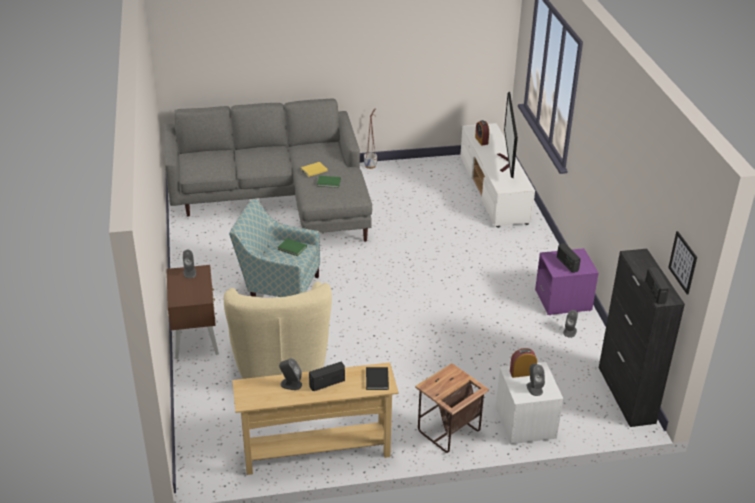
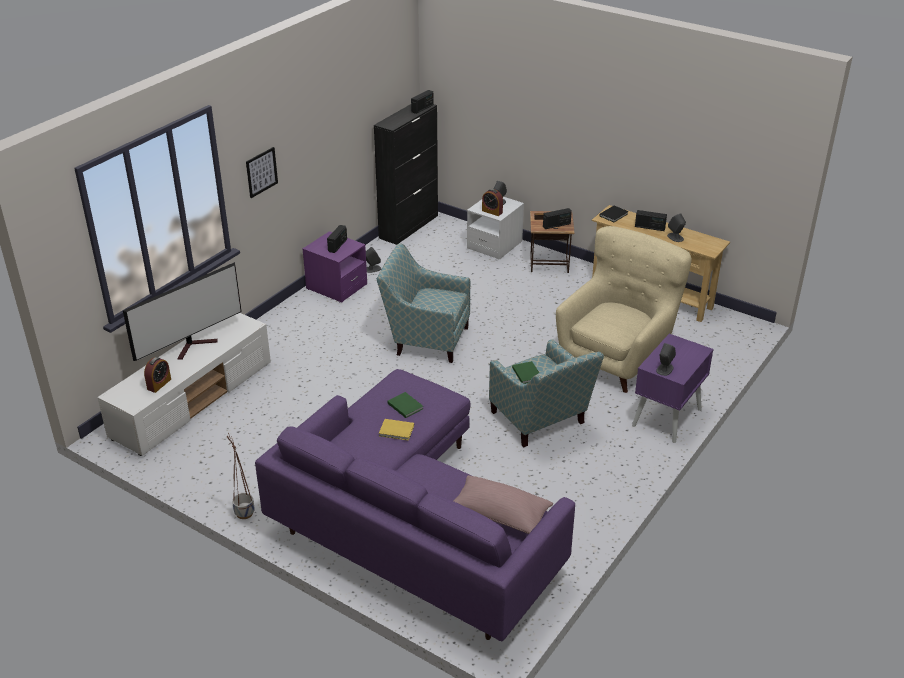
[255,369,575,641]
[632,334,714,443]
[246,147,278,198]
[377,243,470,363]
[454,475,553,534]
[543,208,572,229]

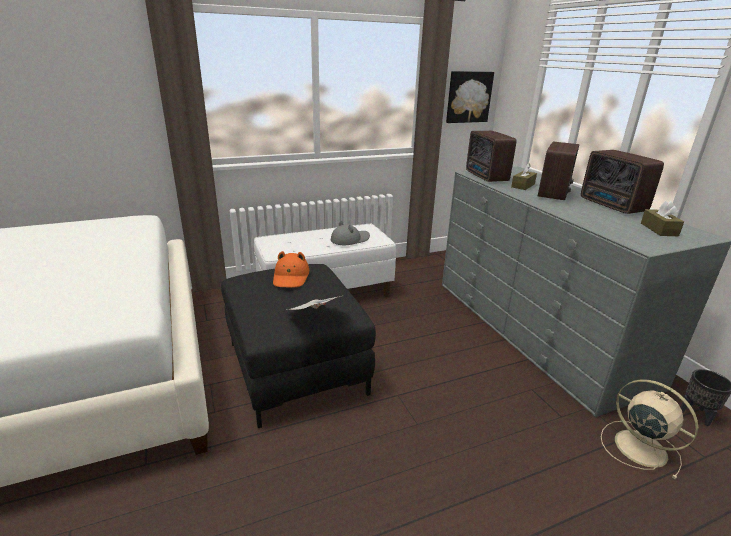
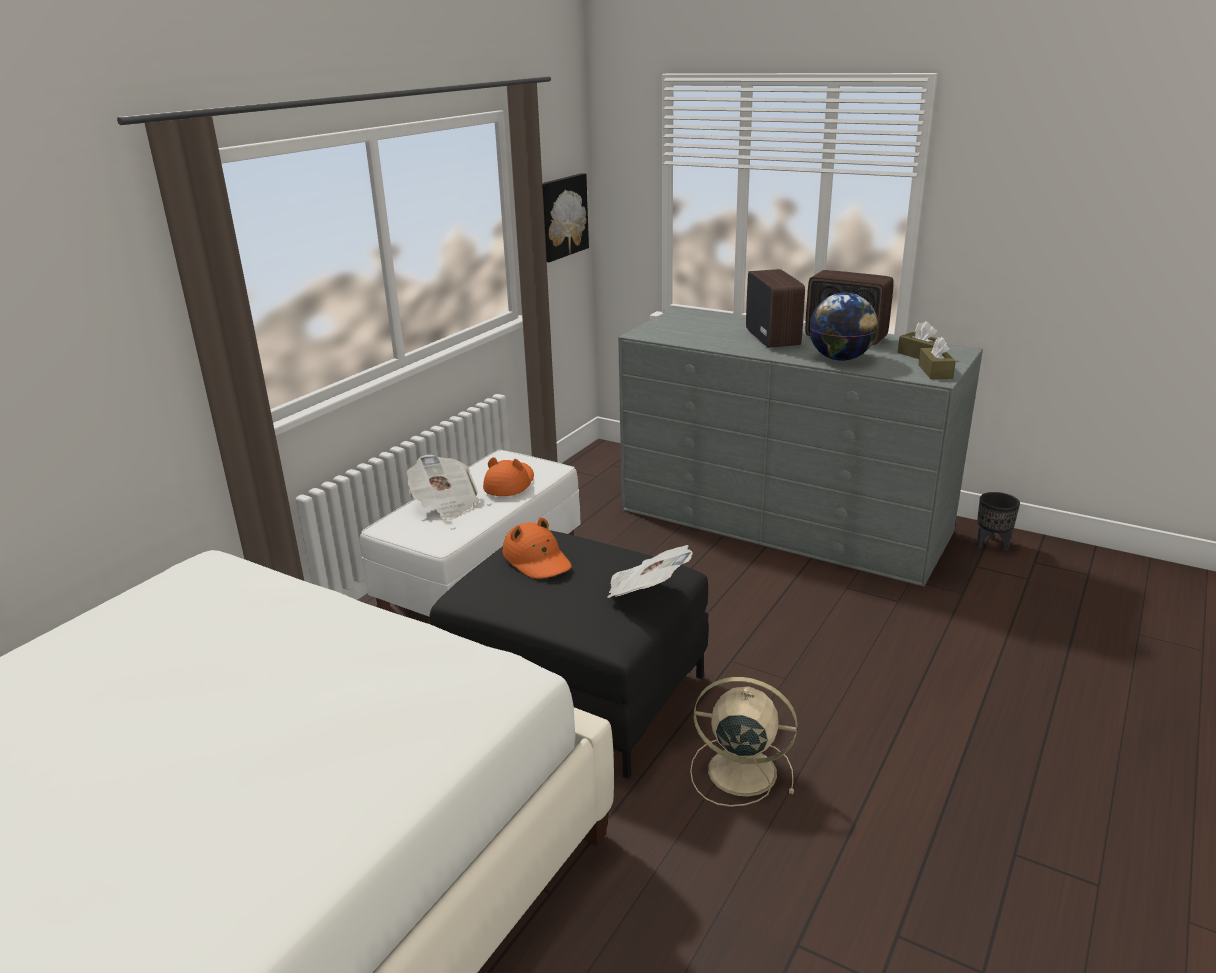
[483,457,534,496]
[466,131,516,182] (first image)
[918,337,956,379]
[690,677,798,807]
[407,454,480,520]
[809,293,878,361]

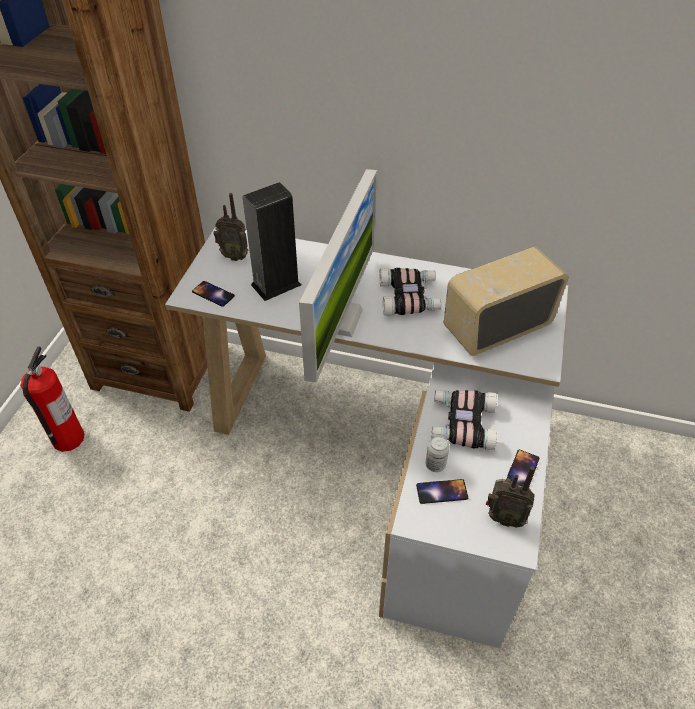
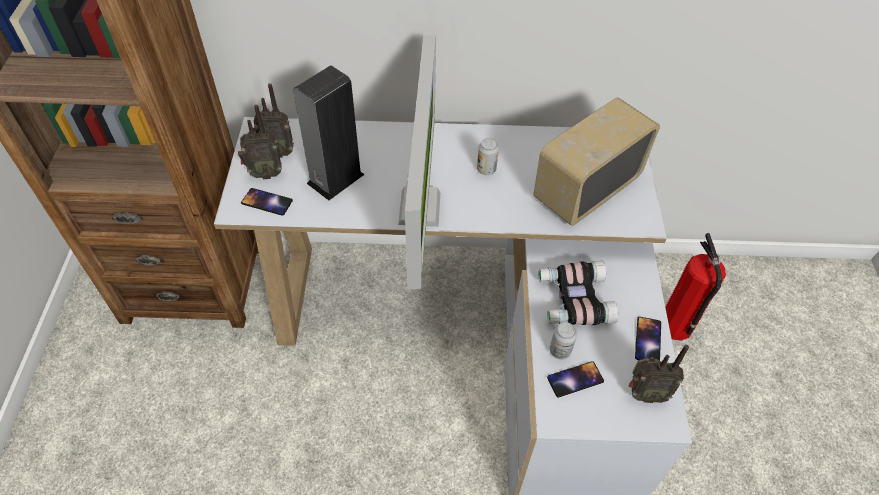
[665,233,726,341]
[477,138,499,175]
[238,105,282,179]

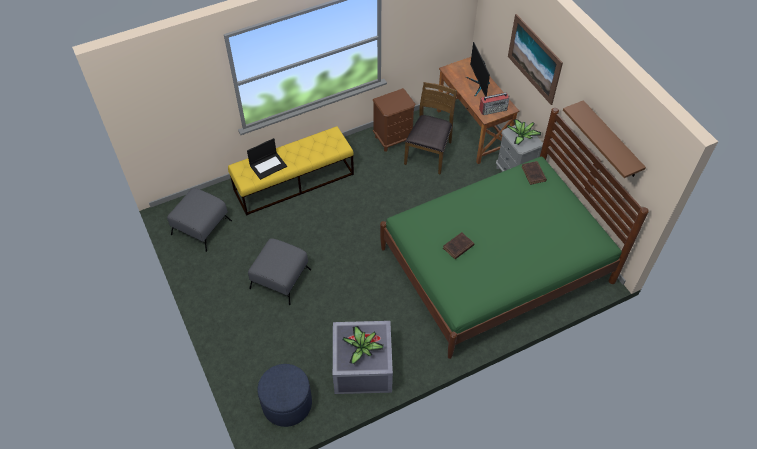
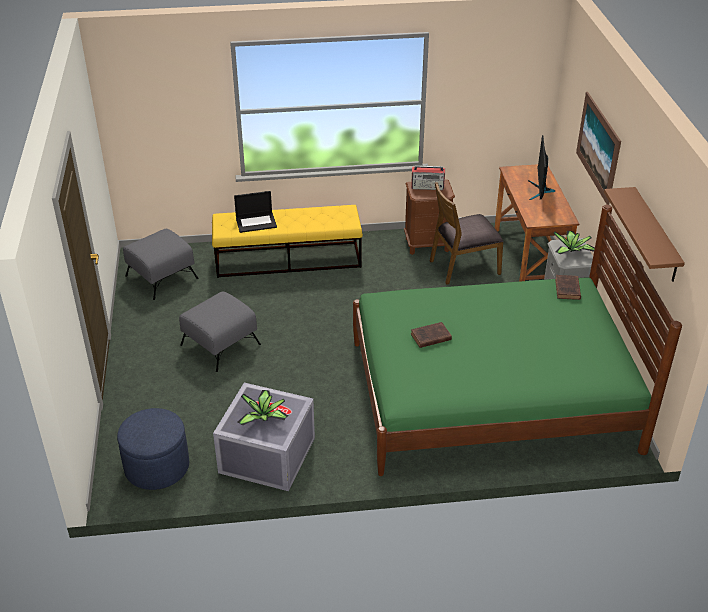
[430,182,504,285]
[411,165,445,190]

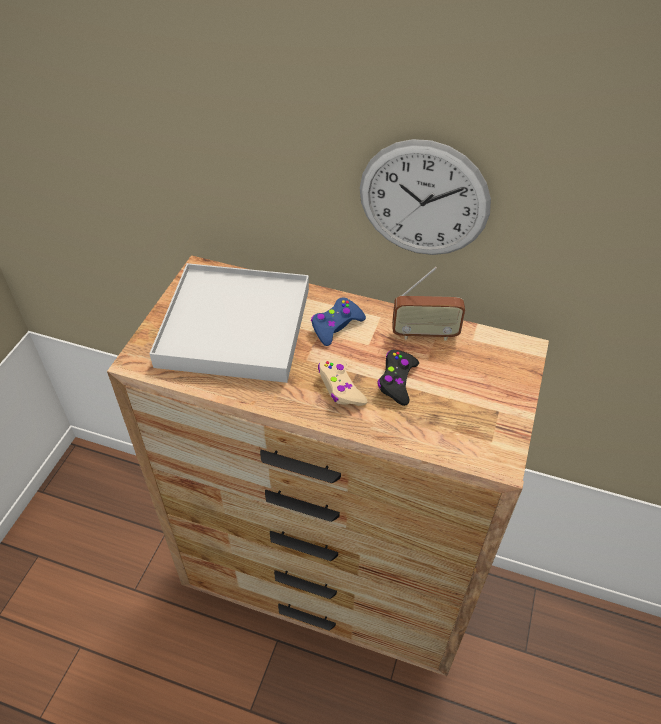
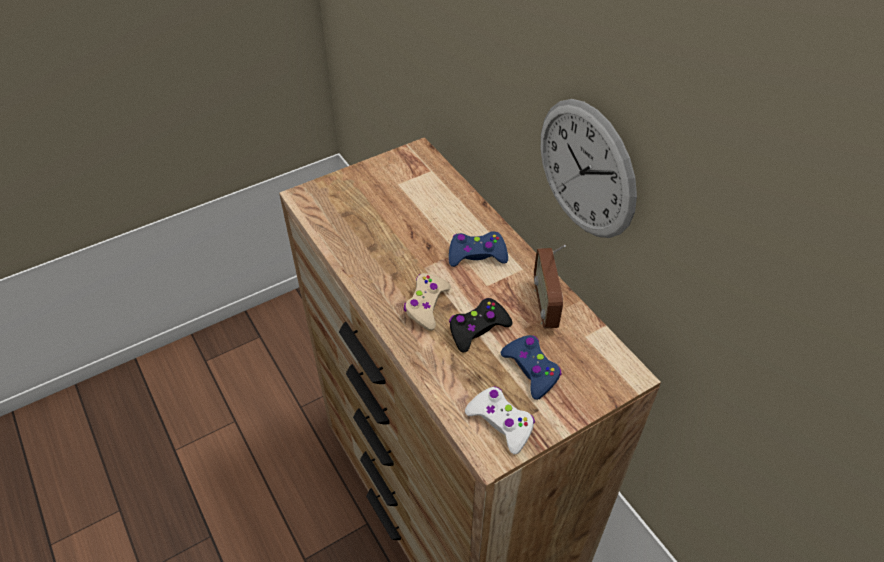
[149,263,309,383] (first image)
[534,245,566,329]
[465,387,535,454]
[501,335,562,400]

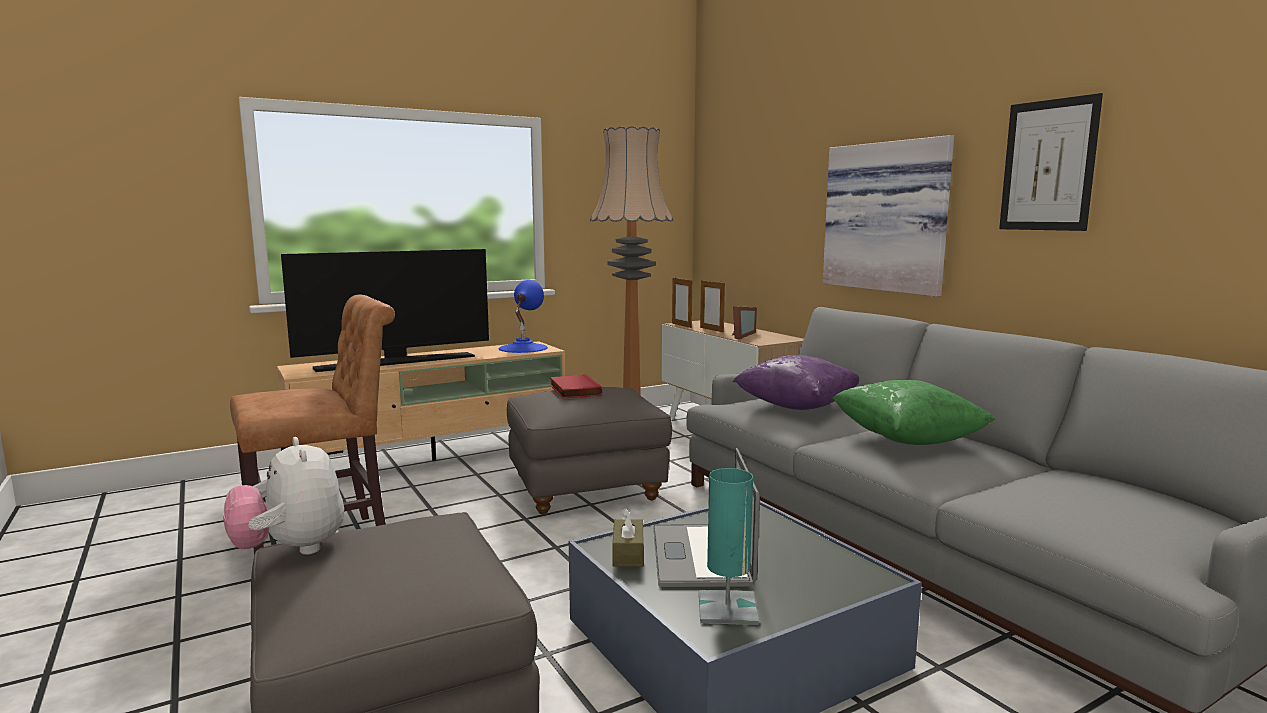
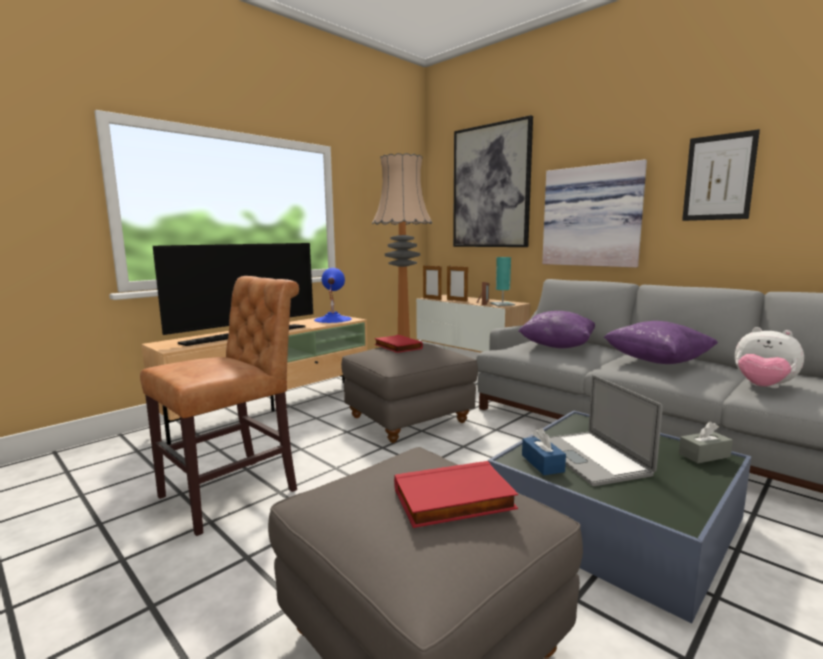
[735,327,804,388]
[522,428,566,475]
[490,257,515,306]
[603,321,718,364]
[394,461,518,528]
[453,115,533,247]
[679,422,733,463]

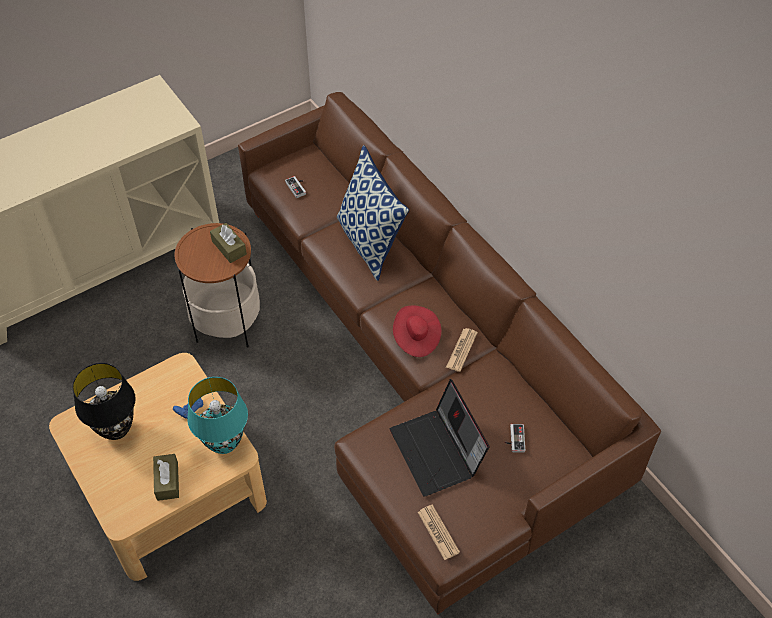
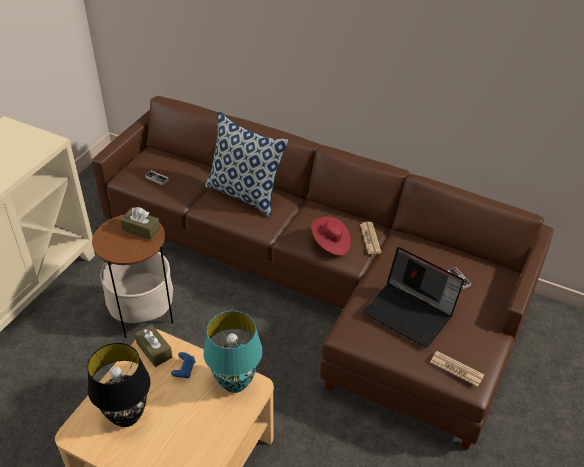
[135,325,172,367]

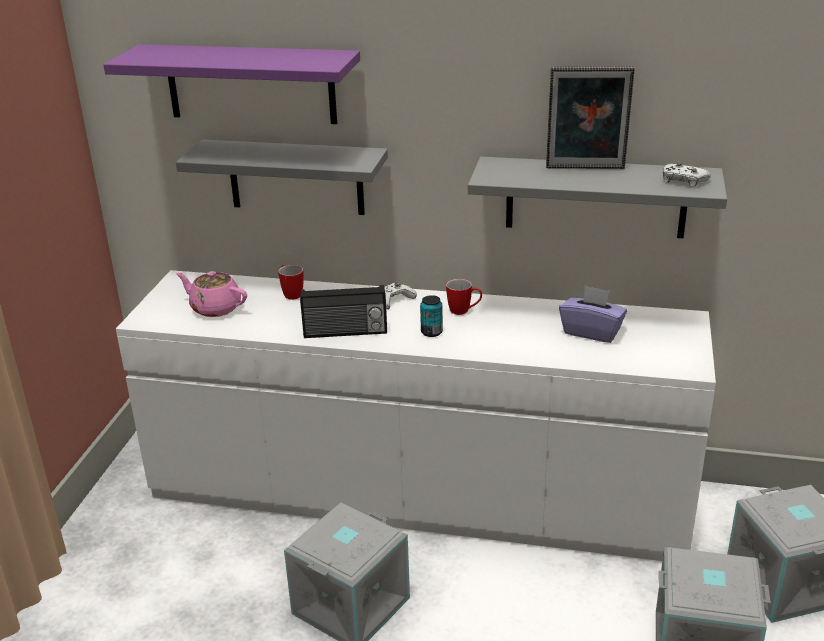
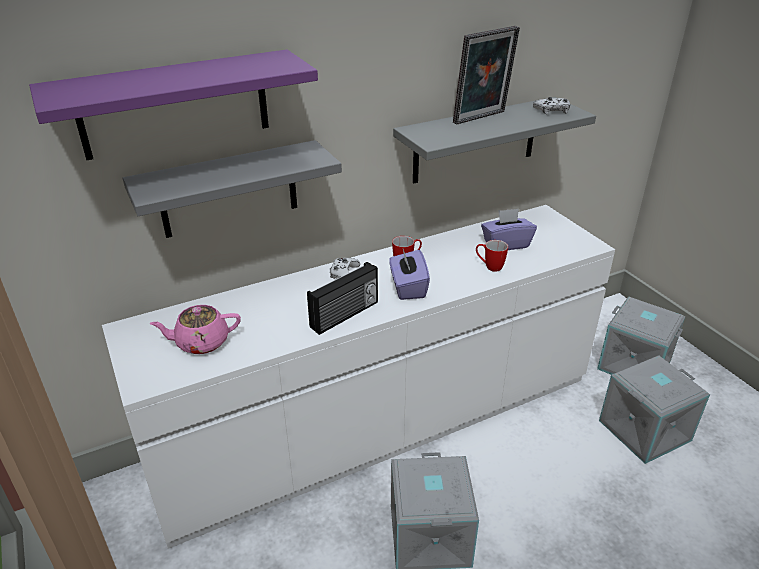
[476,240,508,272]
[389,249,430,300]

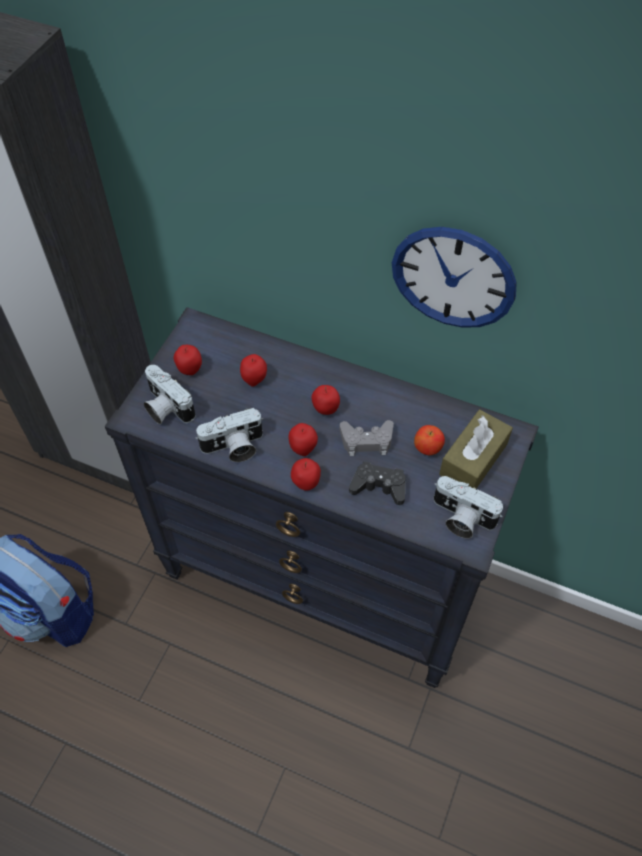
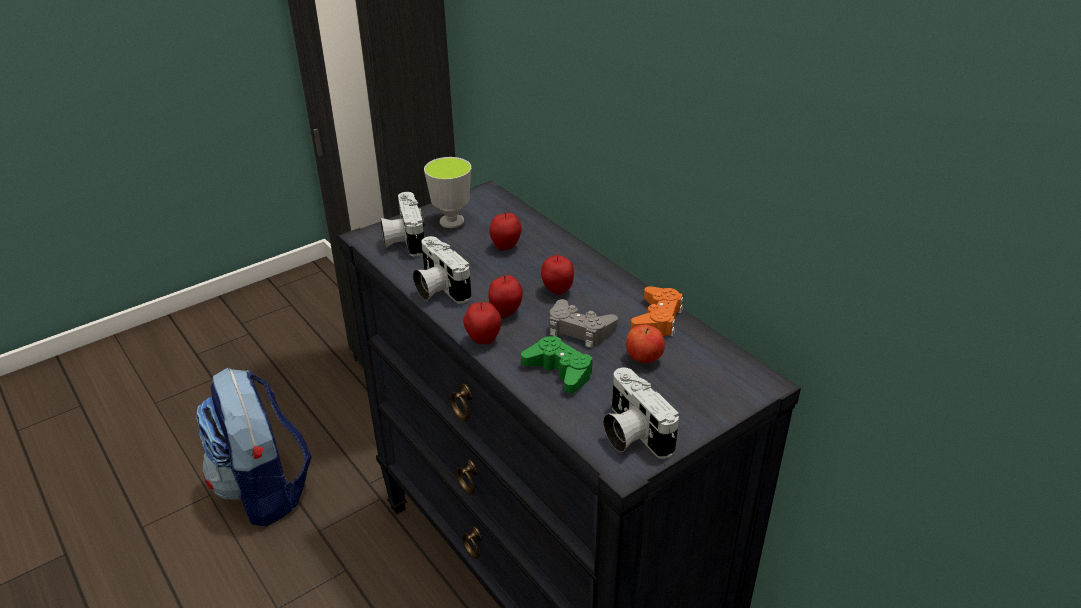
[424,157,471,228]
[413,236,472,303]
[521,336,593,393]
[392,227,517,328] (first image)
[439,410,513,489] (first image)
[631,286,683,337]

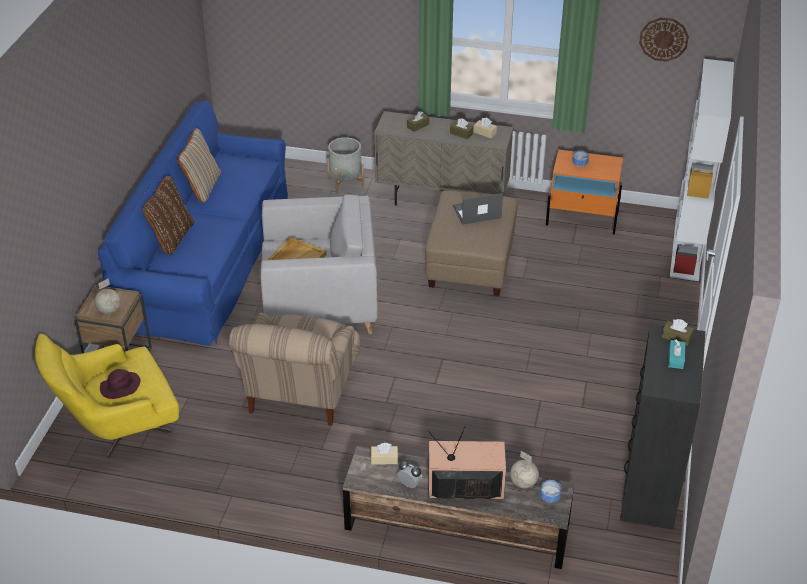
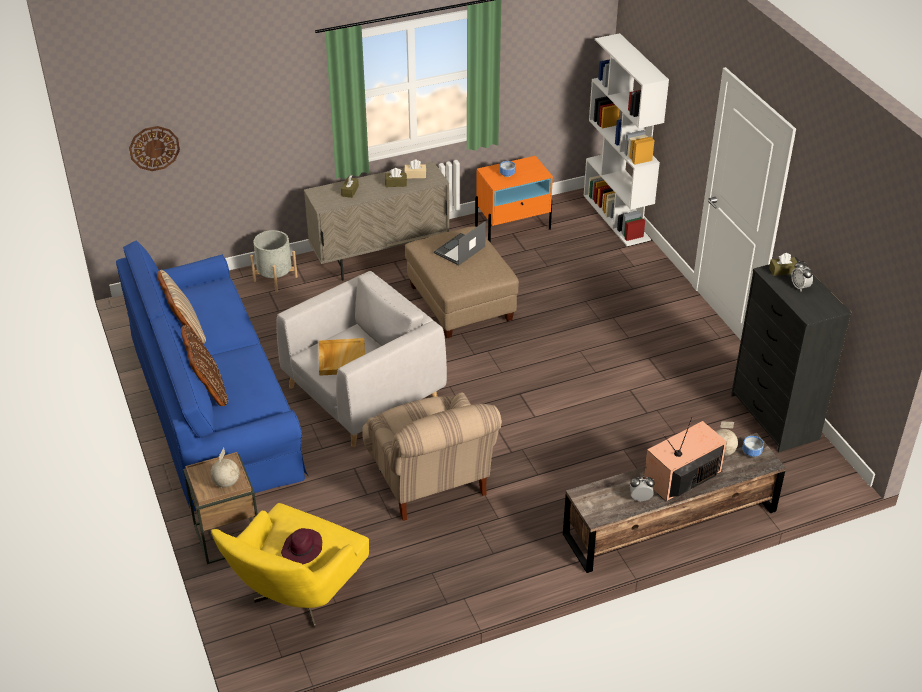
[371,443,398,465] (first image)
[129,126,180,171]
[791,261,813,291]

